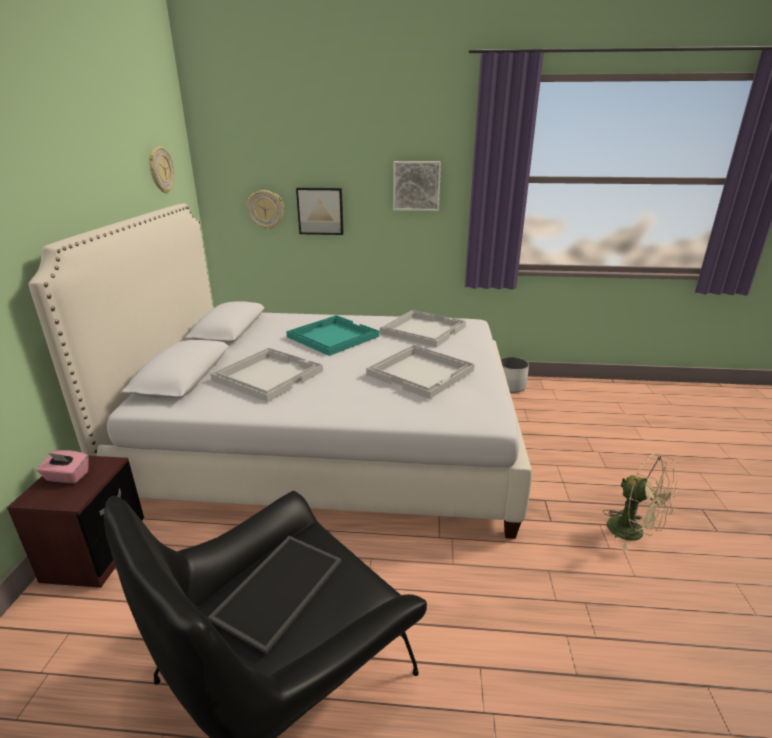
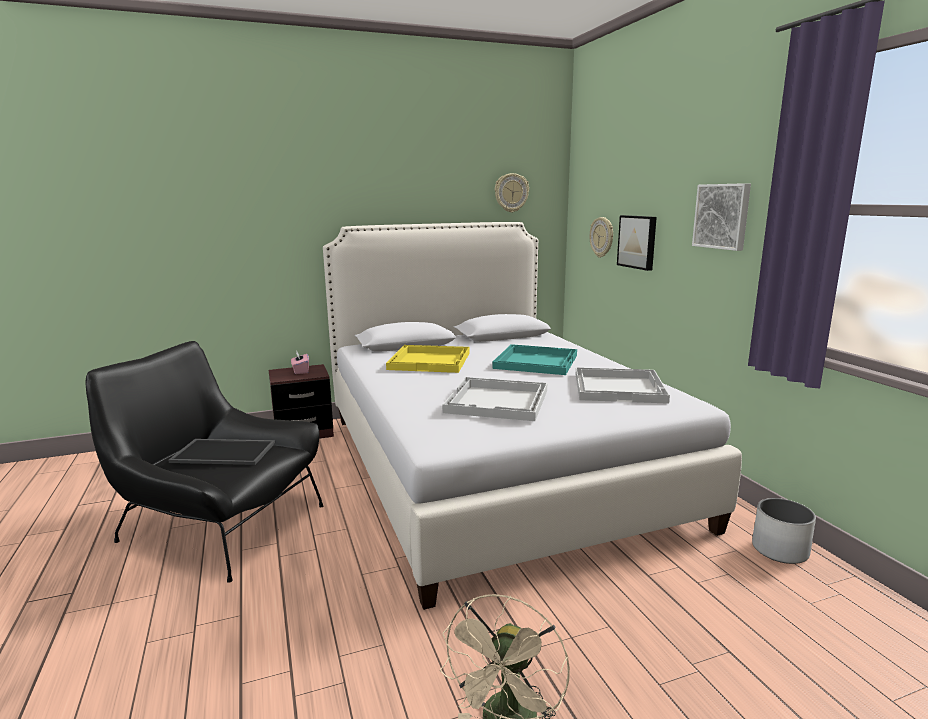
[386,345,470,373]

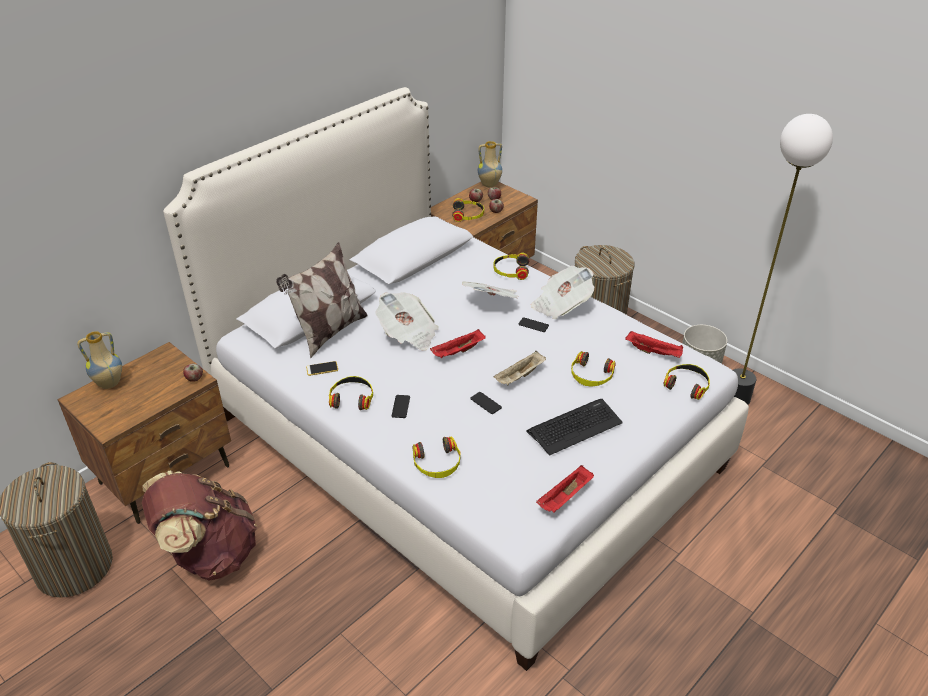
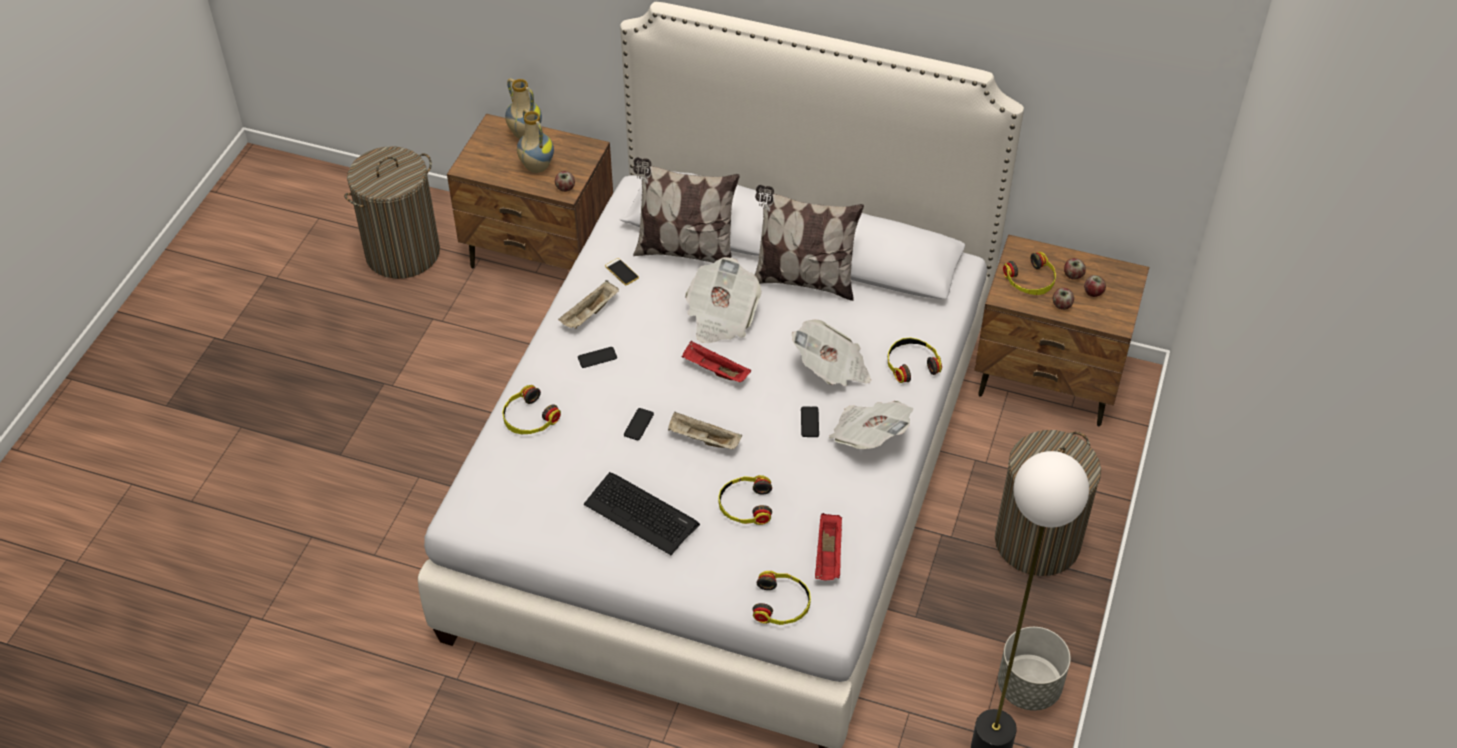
[142,471,257,581] (first image)
[558,280,619,329]
[517,109,554,173]
[536,465,594,513] (first image)
[755,185,864,301]

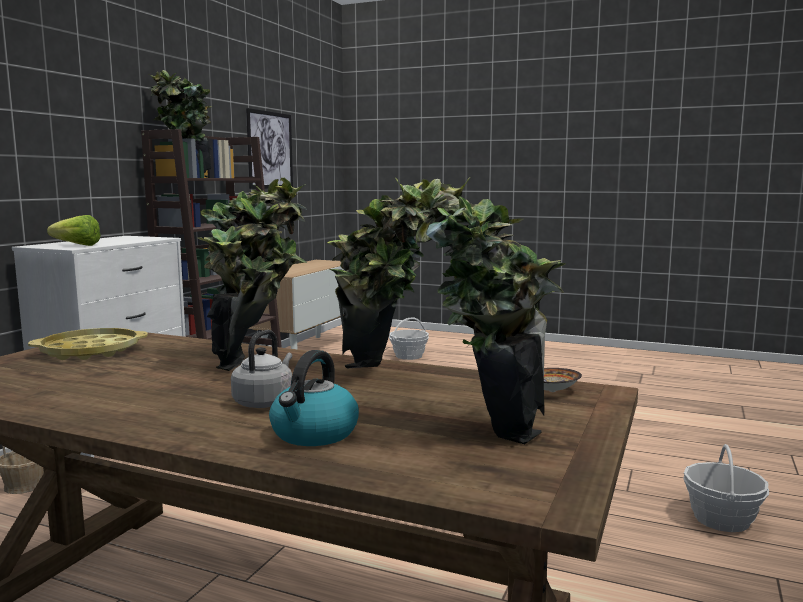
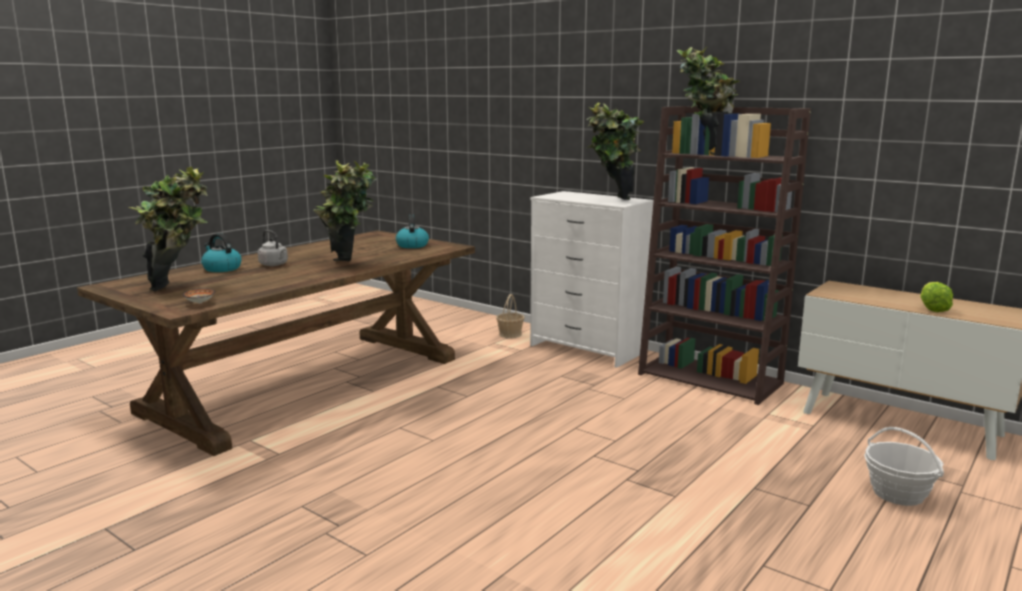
[396,214,429,248]
[920,282,953,312]
[246,108,293,189] (first image)
[587,103,644,200]
[683,444,769,532] (first image)

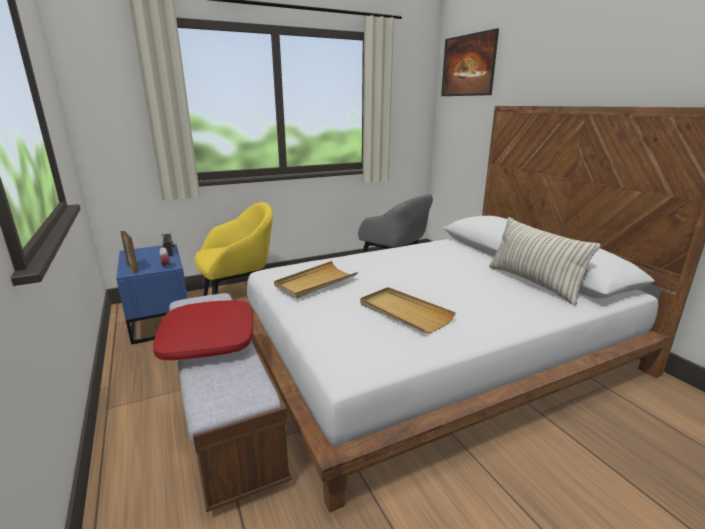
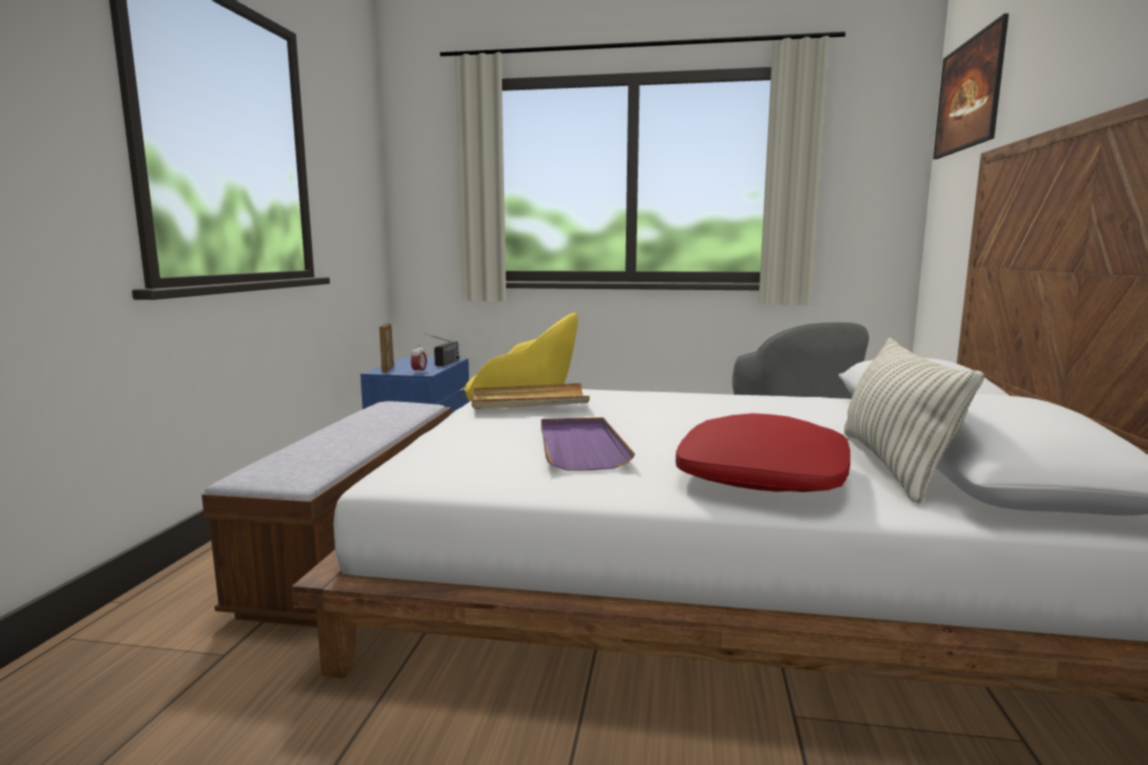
[676,413,850,492]
[541,417,635,471]

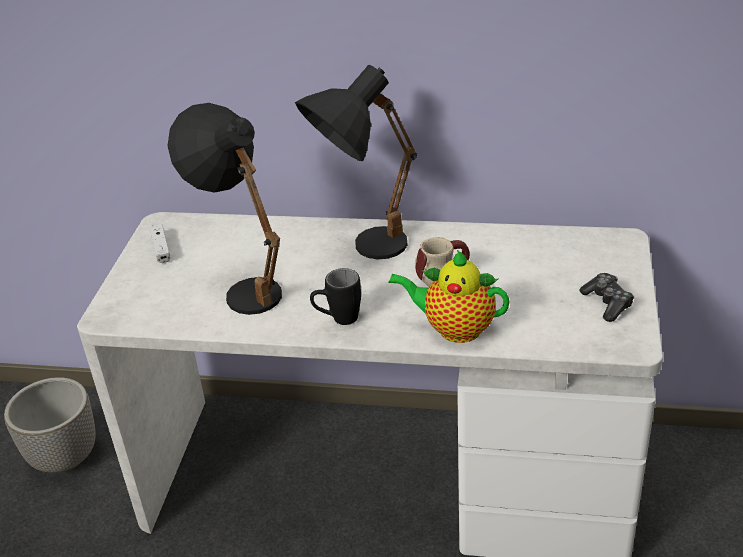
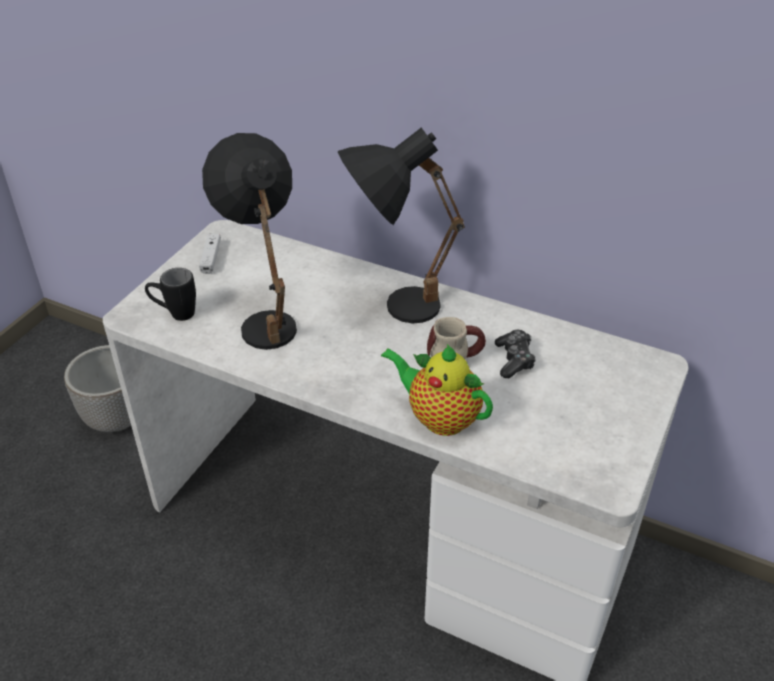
[145,268,196,321]
[495,330,536,378]

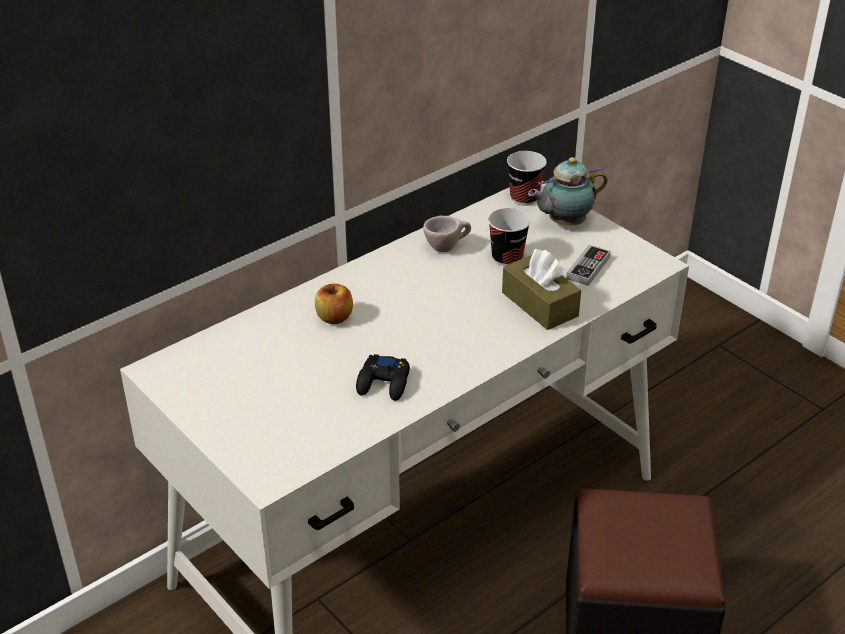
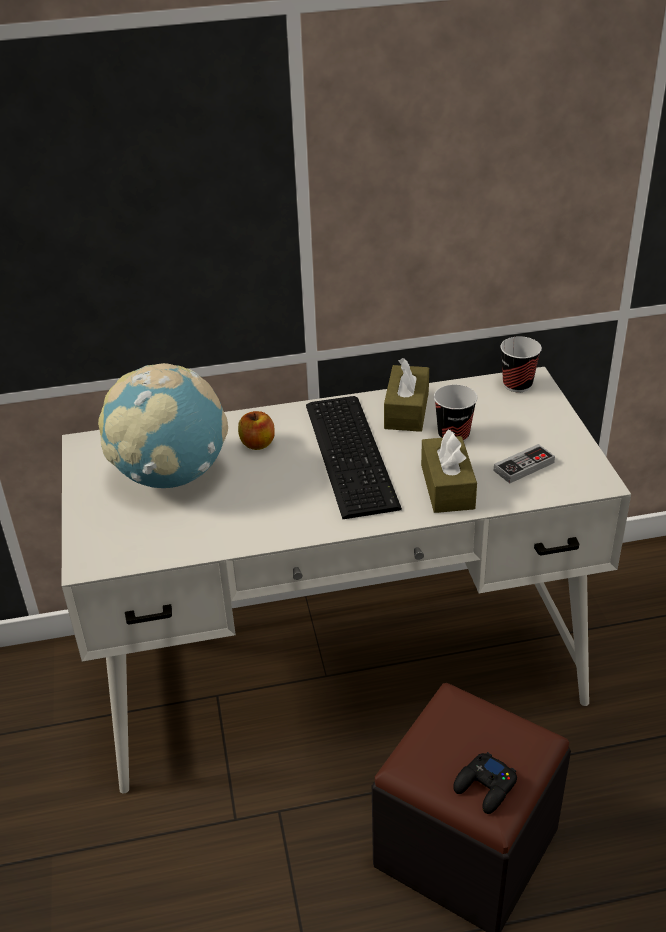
[453,752,517,814]
[384,358,429,432]
[528,157,608,226] (first image)
[98,363,228,488]
[306,396,402,519]

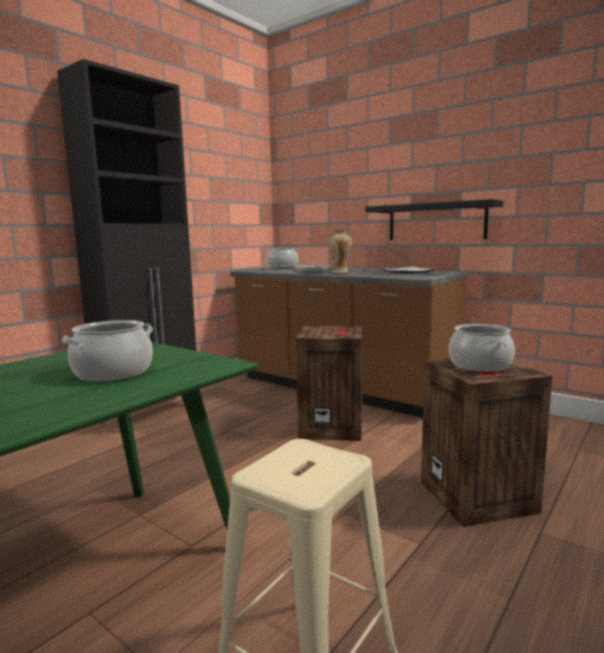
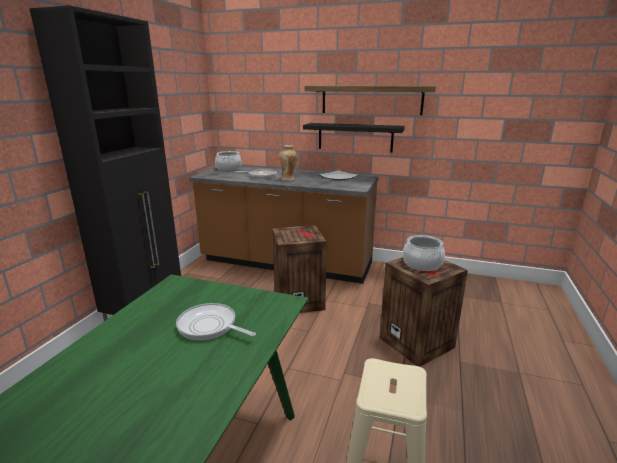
[176,303,256,341]
[305,86,436,115]

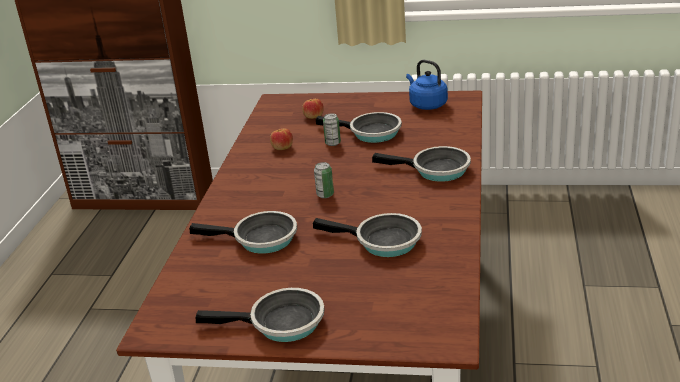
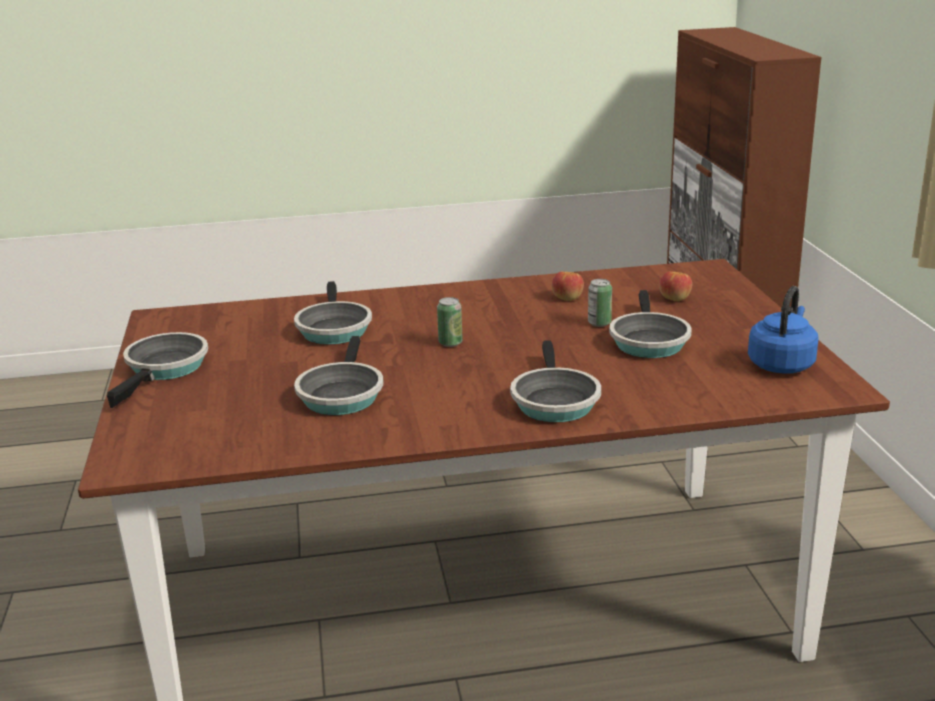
[107,332,208,408]

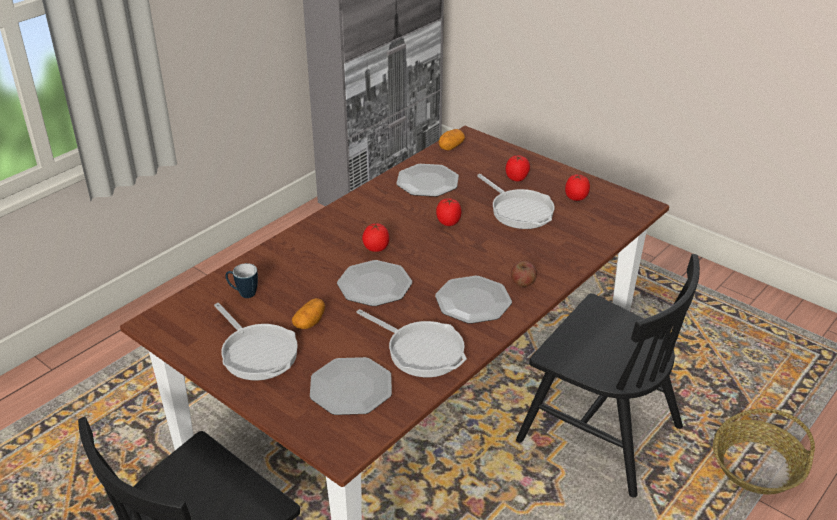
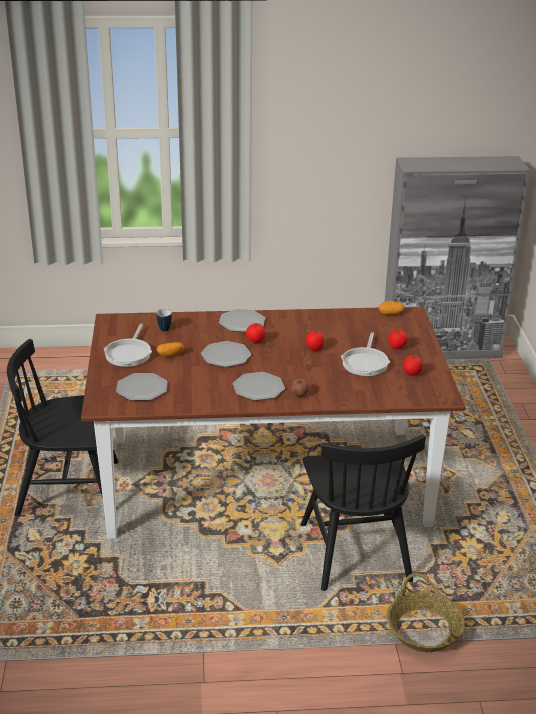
[356,309,467,377] (first image)
[219,309,265,332]

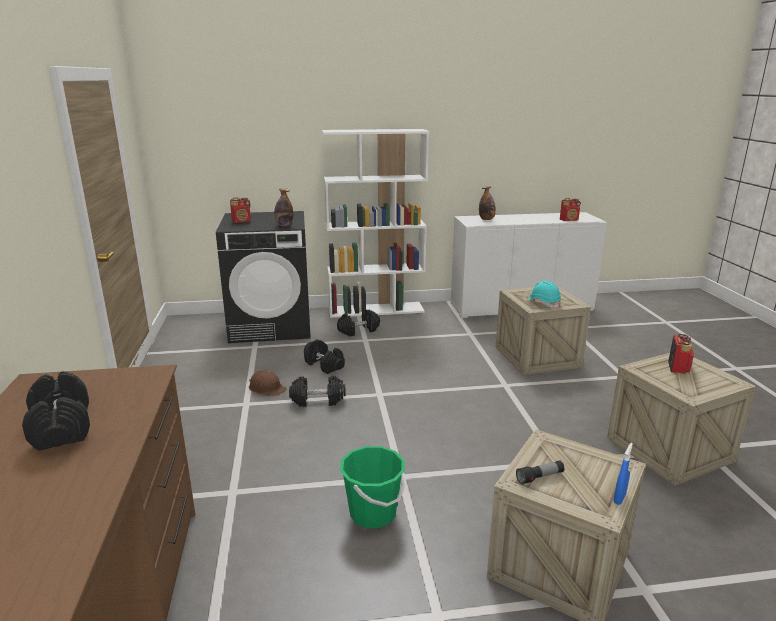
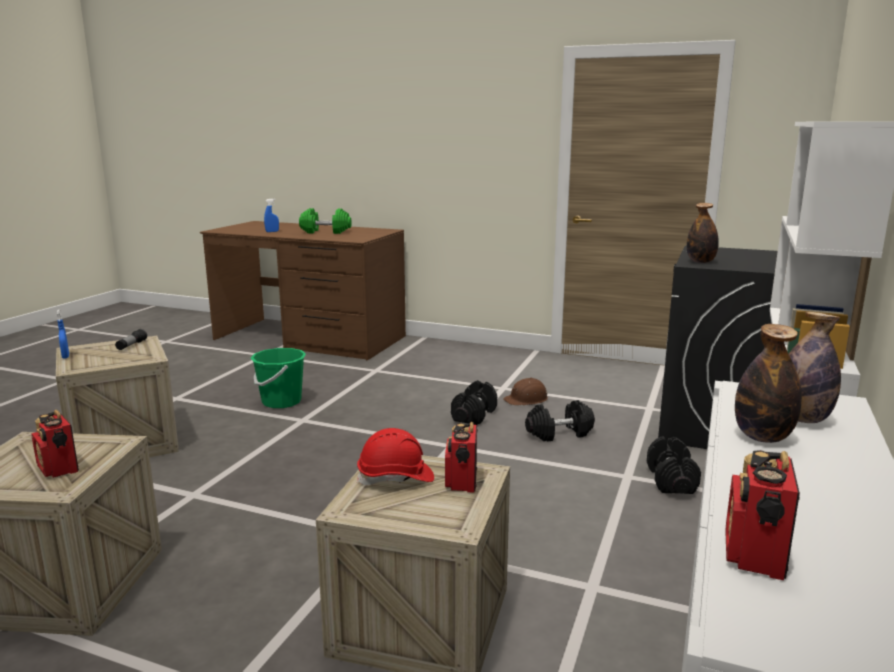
[299,208,352,234]
[445,422,478,493]
[357,428,434,485]
[264,199,279,232]
[735,324,802,443]

